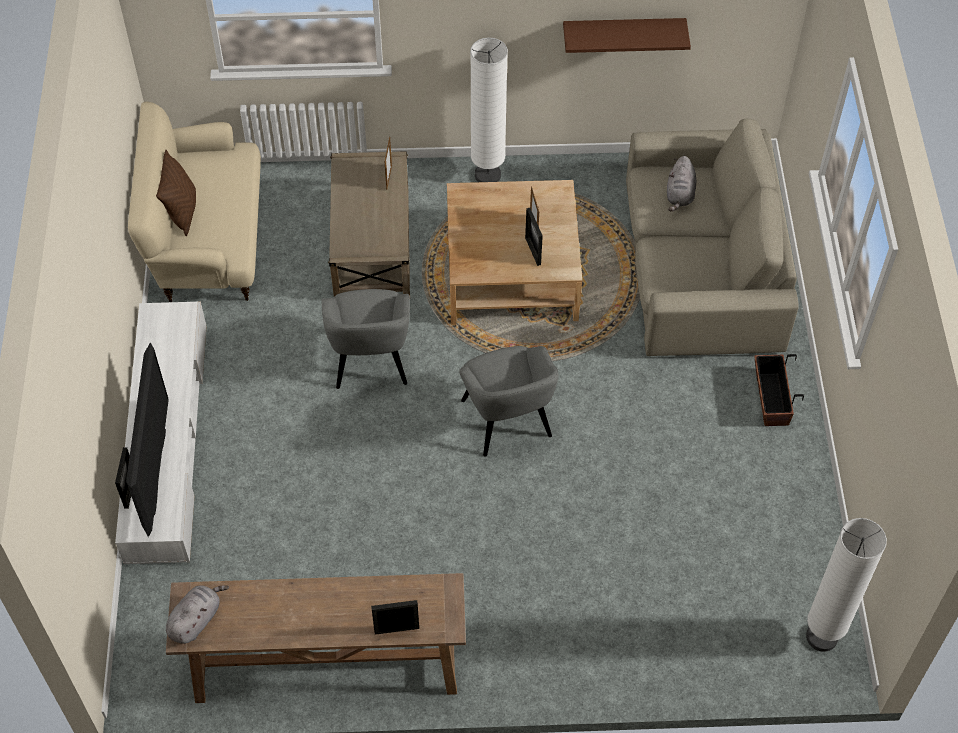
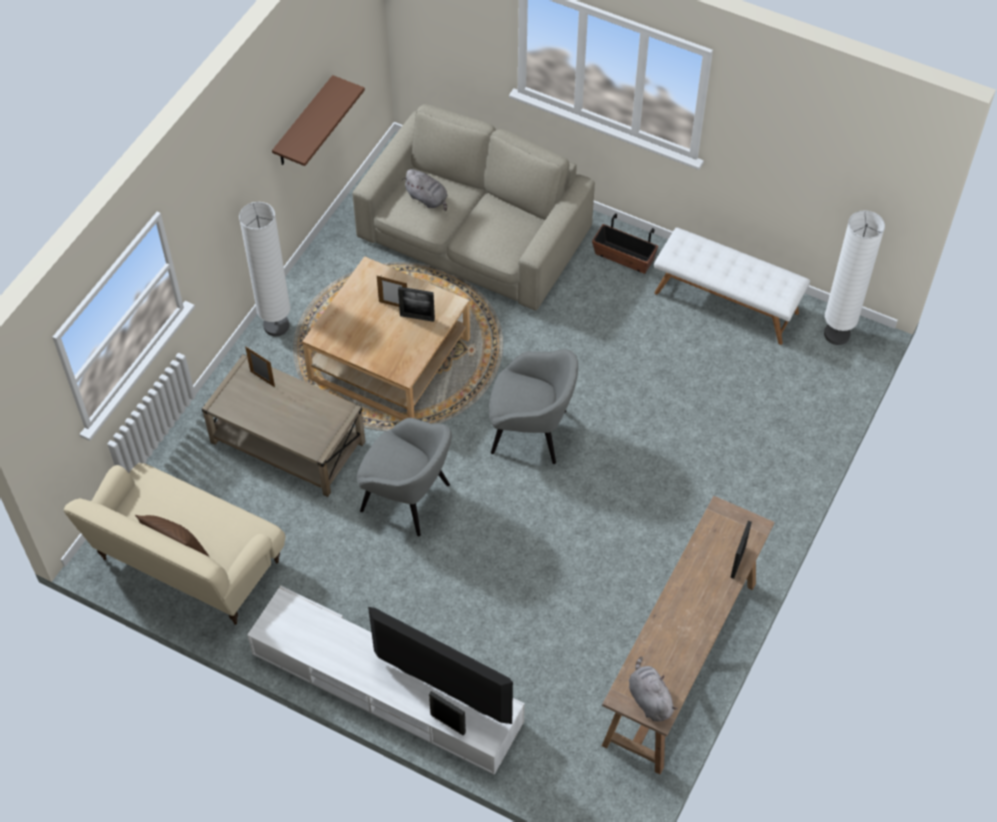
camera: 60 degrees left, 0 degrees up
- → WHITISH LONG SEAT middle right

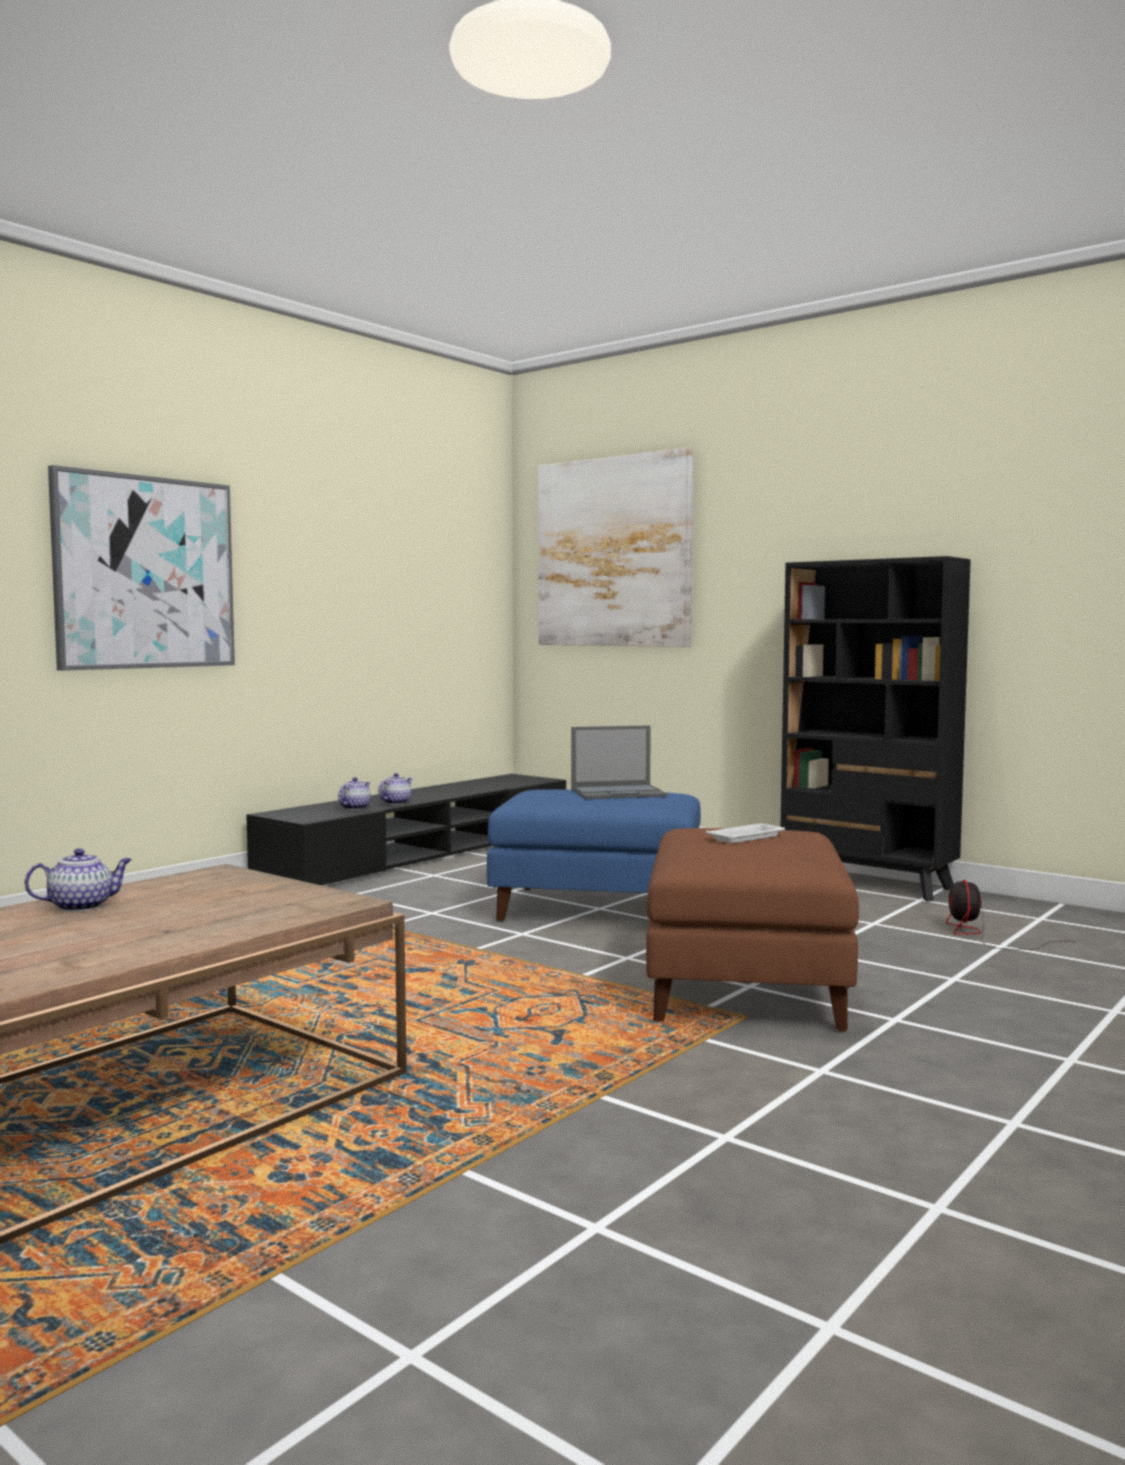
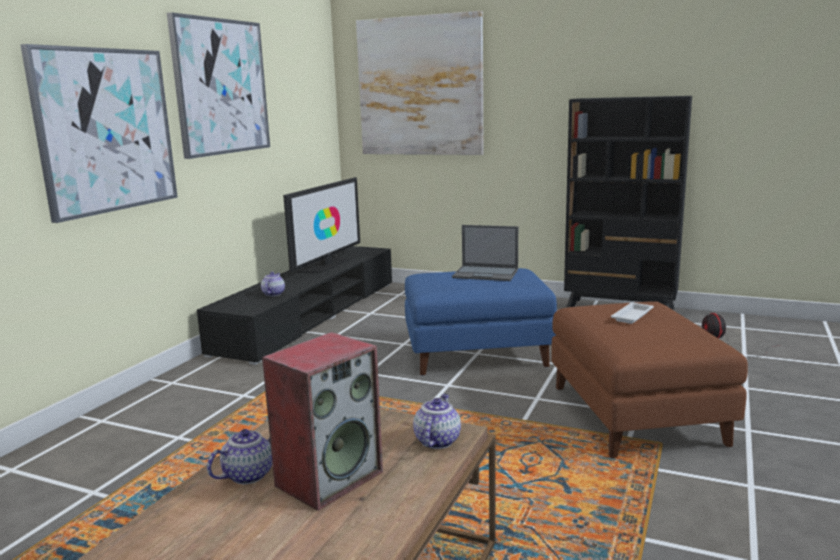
camera: 15 degrees left, 10 degrees up
LAPTOP centre, 45 degrees clockwise
TEA POT (no. 3 from left) centre → TEA POT (no. 3 from left) bottom centre, shifted
- → WALL ART (no. 2 from left) top left
- → TELEVISION centre
- → AUDIO SPEAKER bottom centre

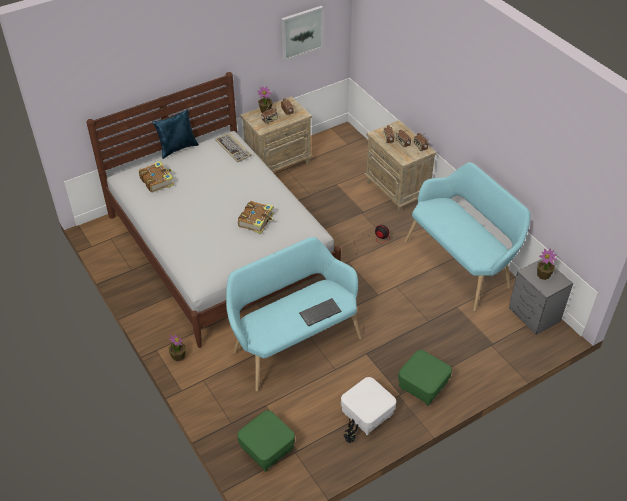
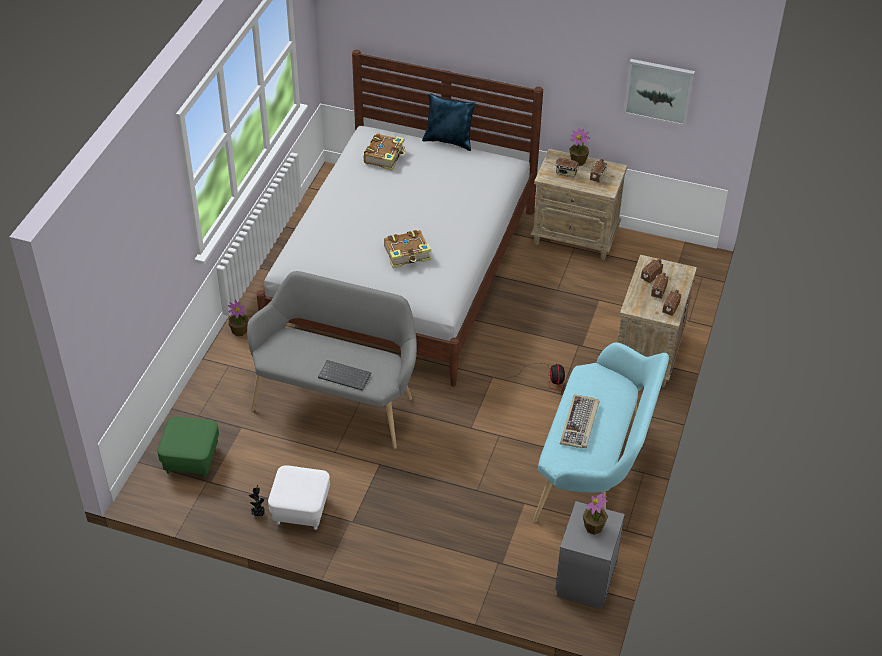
camera: 50 degrees right, 0 degrees up
PC KEYBOARD (no. 1 from left in the first image) top centre → PC KEYBOARD (no. 2 from left) centre, shifted
TURQUOISE-COLOURED LONG SEAT (no. 1 from left) centre → GRAY LONG SEAT centre
GREEN POUFFE (no. 2 from left) bottom right → -

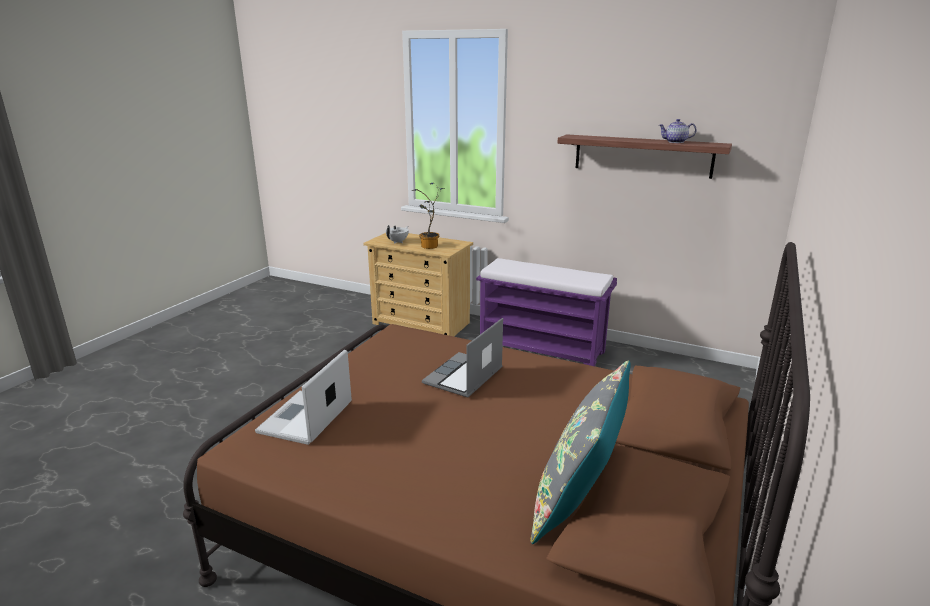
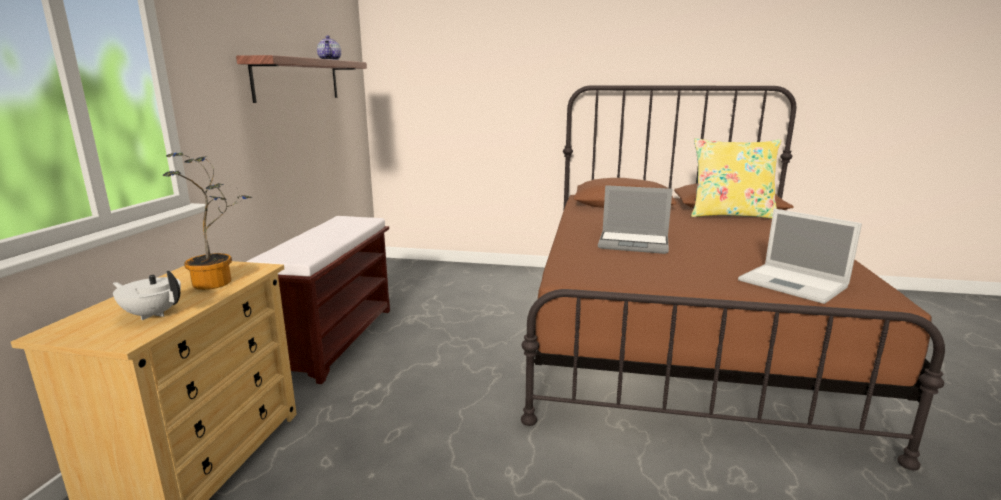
camera: 105 degrees left, 5 degrees down
PURPLE-COLOURED LONG SEAT centre → BROWN LONG SEAT middle left
LAPTOP (no. 1 from left in the first image) middle left → LAPTOP (no. 2 from left) middle right, 45 degrees clockwise
GRAY CUSHION bottom centre → YELLOW-COLOURED CUSHION middle right

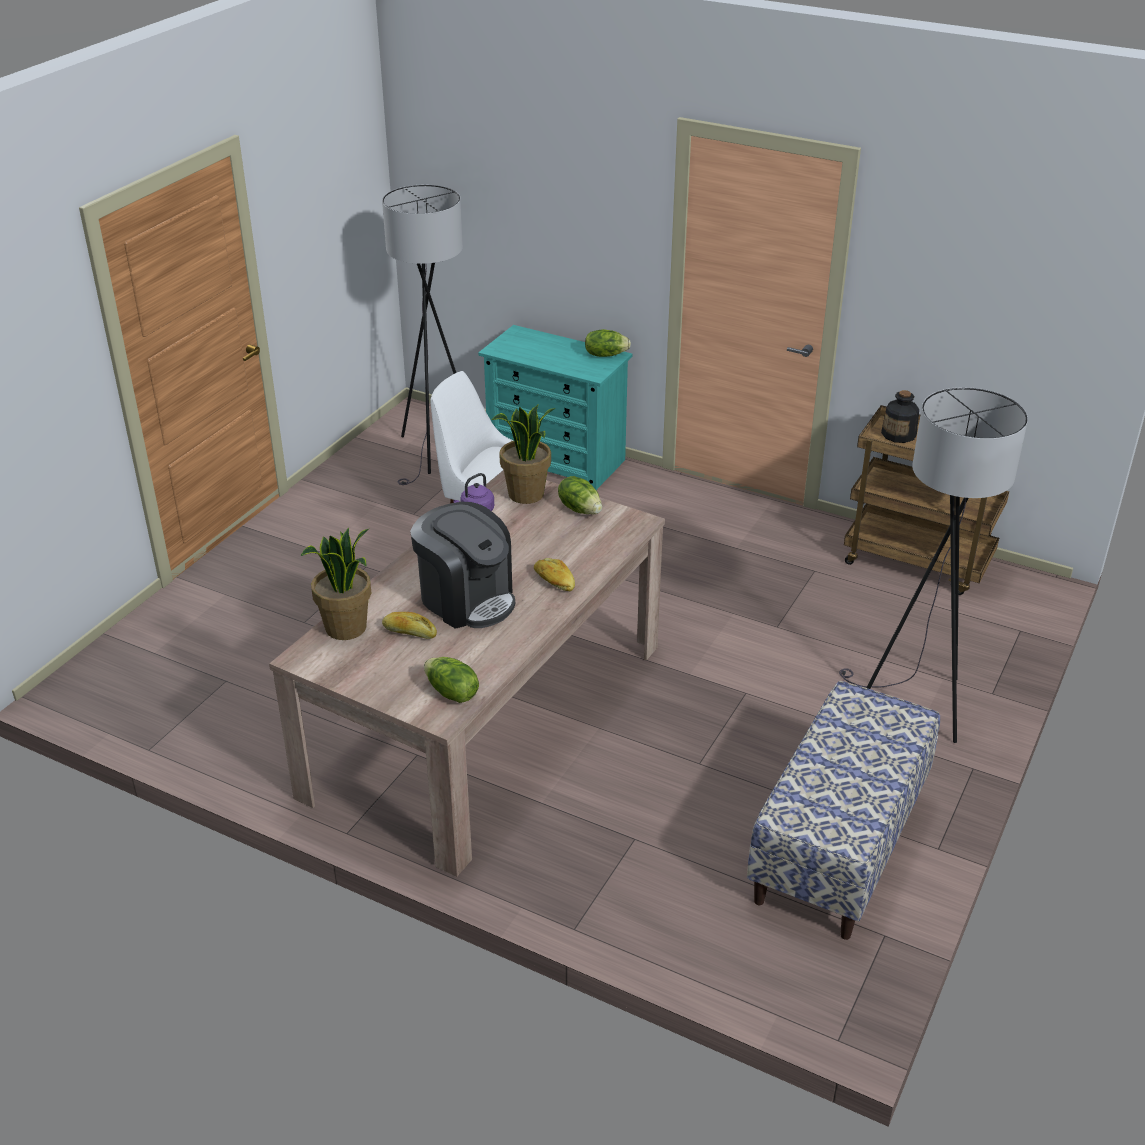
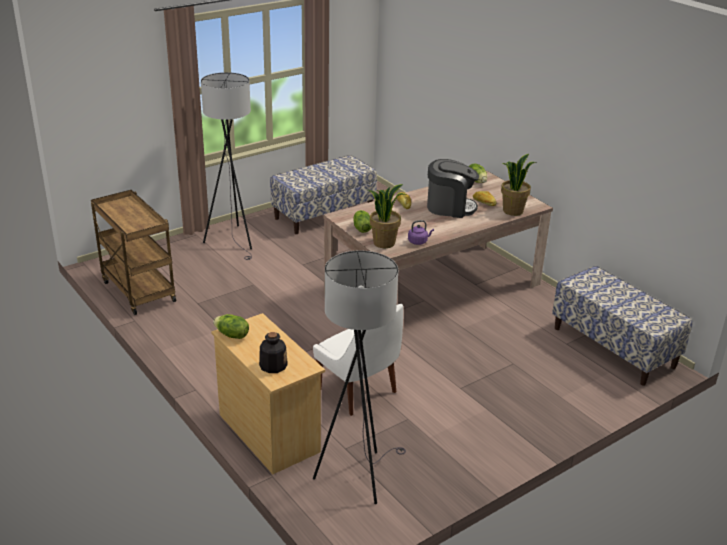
camera: 155 degrees left, 5 degrees down
TURQUOISE-COLOURED CHEST OF DRAWERS centre → BEIGE-COLOURED CHEST OF DRAWERS bottom centre
BEVERAGE BOTTLE middle right → BEVERAGE BOTTLE centre, shifted
COFFEE BREWER centre, 120 degrees clockwise
- → LONG SEAT (no. 2 from left) middle right

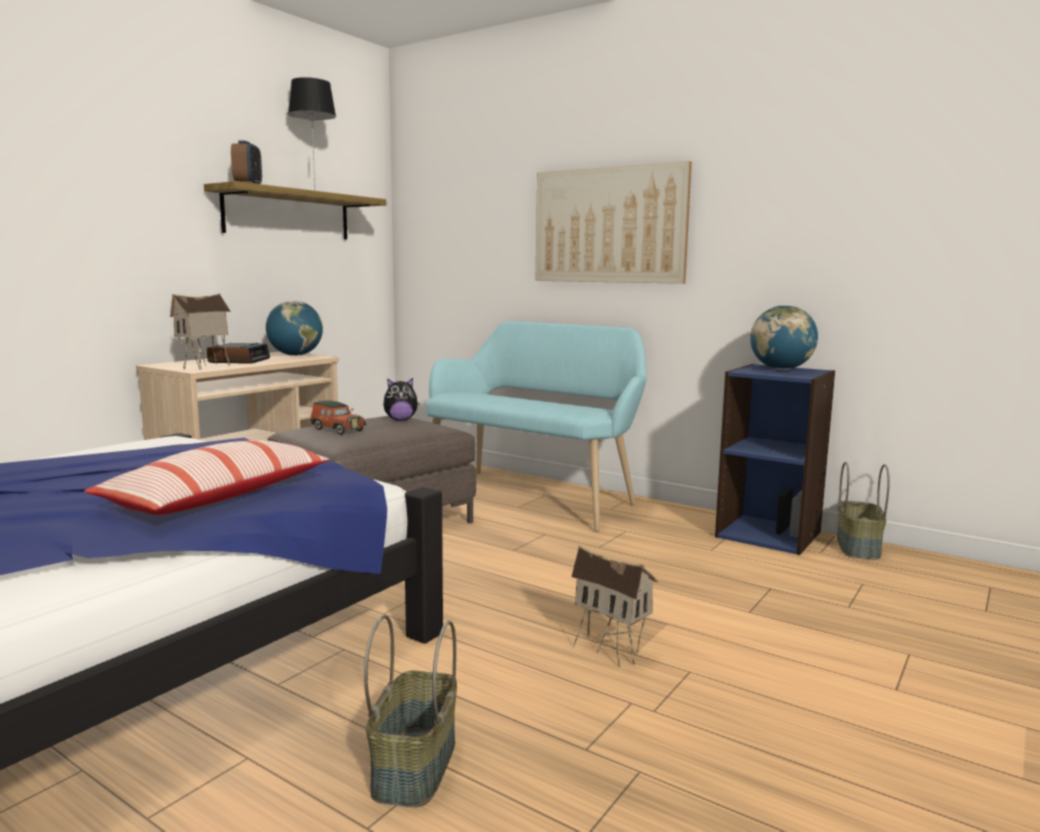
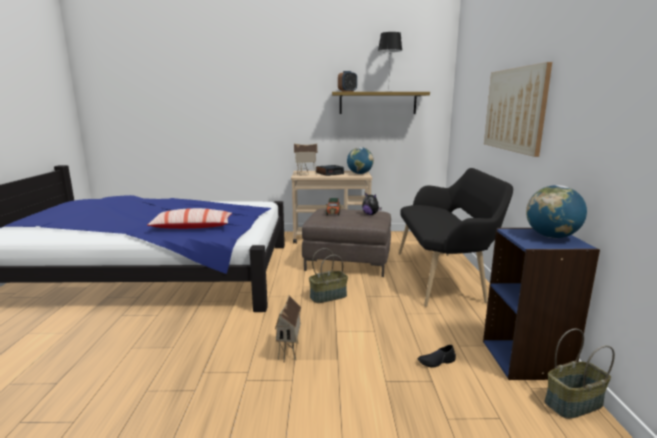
camera: 55 degrees right, 5 degrees up
TURQUOISE-COLOURED LONG SEAT centre → BLACK LONG SEAT middle right
STORAGE BASKET (no. 1 from left) bottom centre → STORAGE BASKET (no. 1 from left) centre, shifted
- → BLACK ITEM OF FOOTWEAR bottom centre

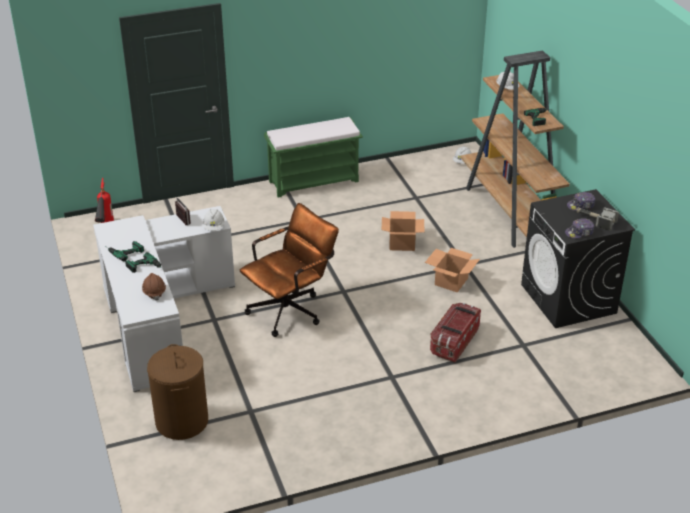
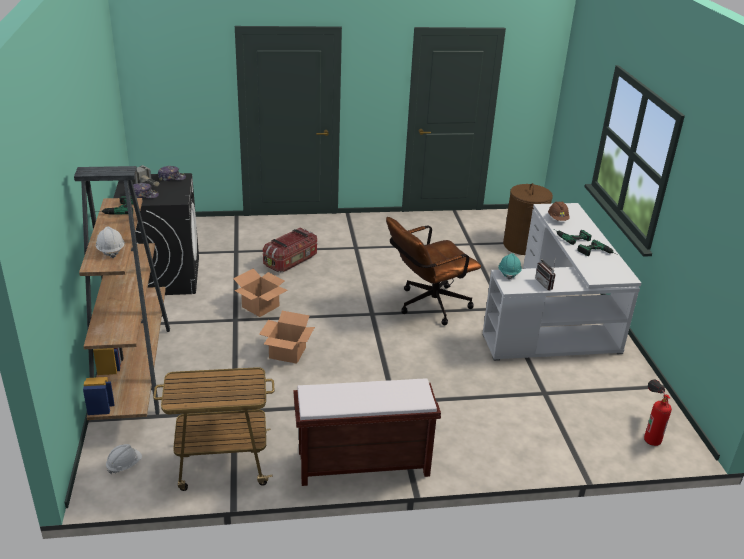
camera: 170 degrees left, 5 degrees down
GREEN LONG SEAT top centre → BROWN LONG SEAT bottom centre
WHITISH HARD HAT (no. 1 from left) middle left → TURQUOISE-COLOURED HARD HAT middle right
- → WHEELED CART bottom left

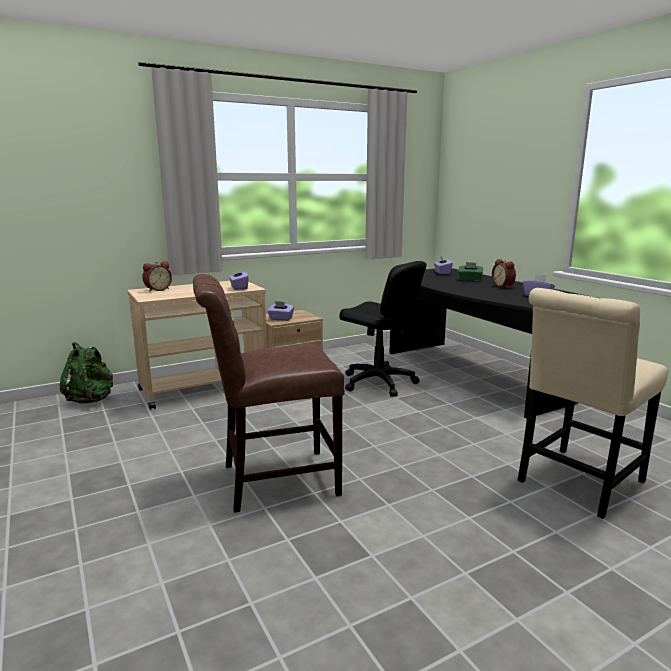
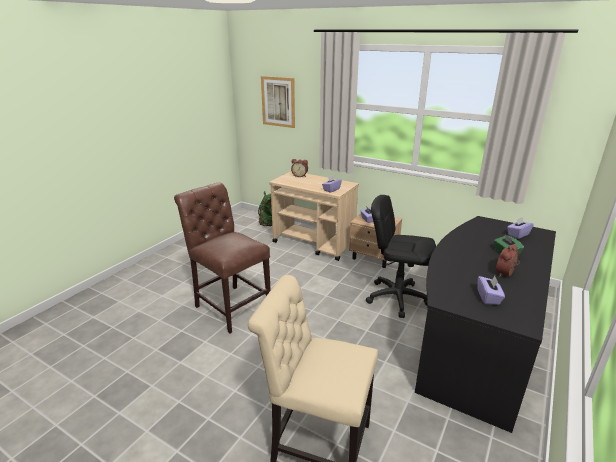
camera: 60 degrees right, 10 degrees up
BLACK DESK CHAIR centre, 105 degrees clockwise
- → WALL ART top centre

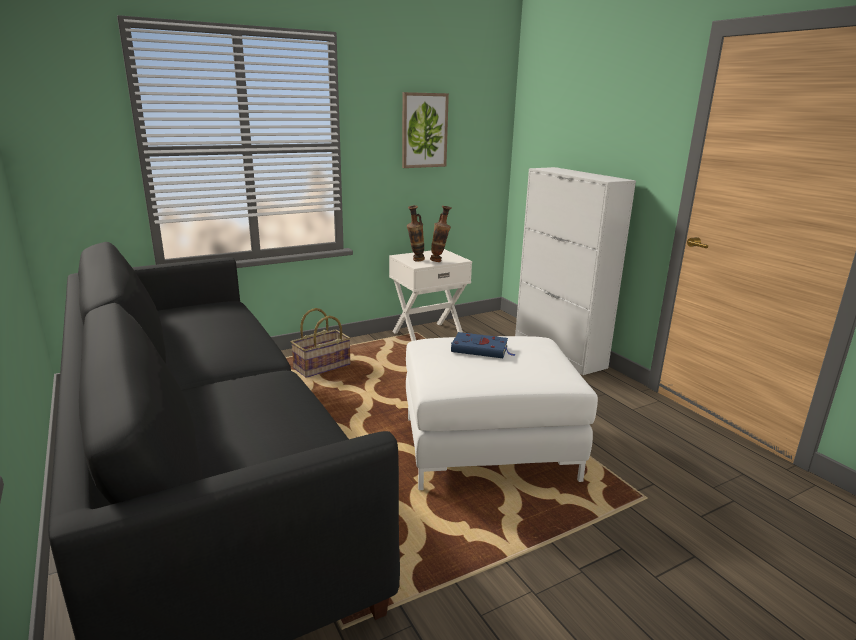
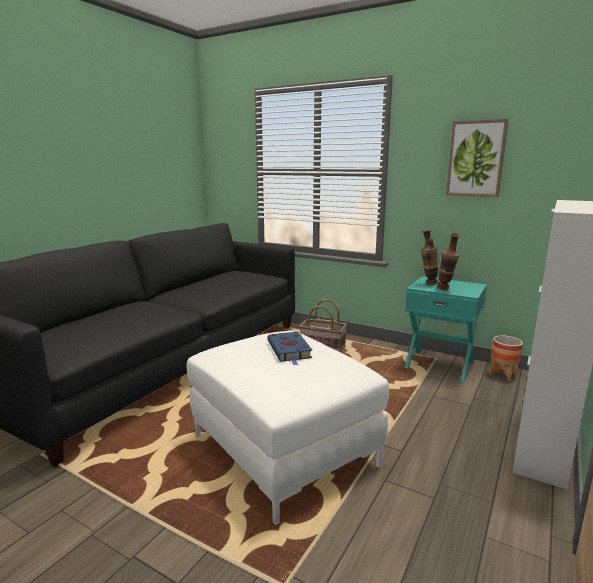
camera: 60 degrees right, 5 degrees down
WHITISH NIGHT TABLE centre → TURQUOISE-COLOURED NIGHT TABLE middle right
- → PLANTER middle right

